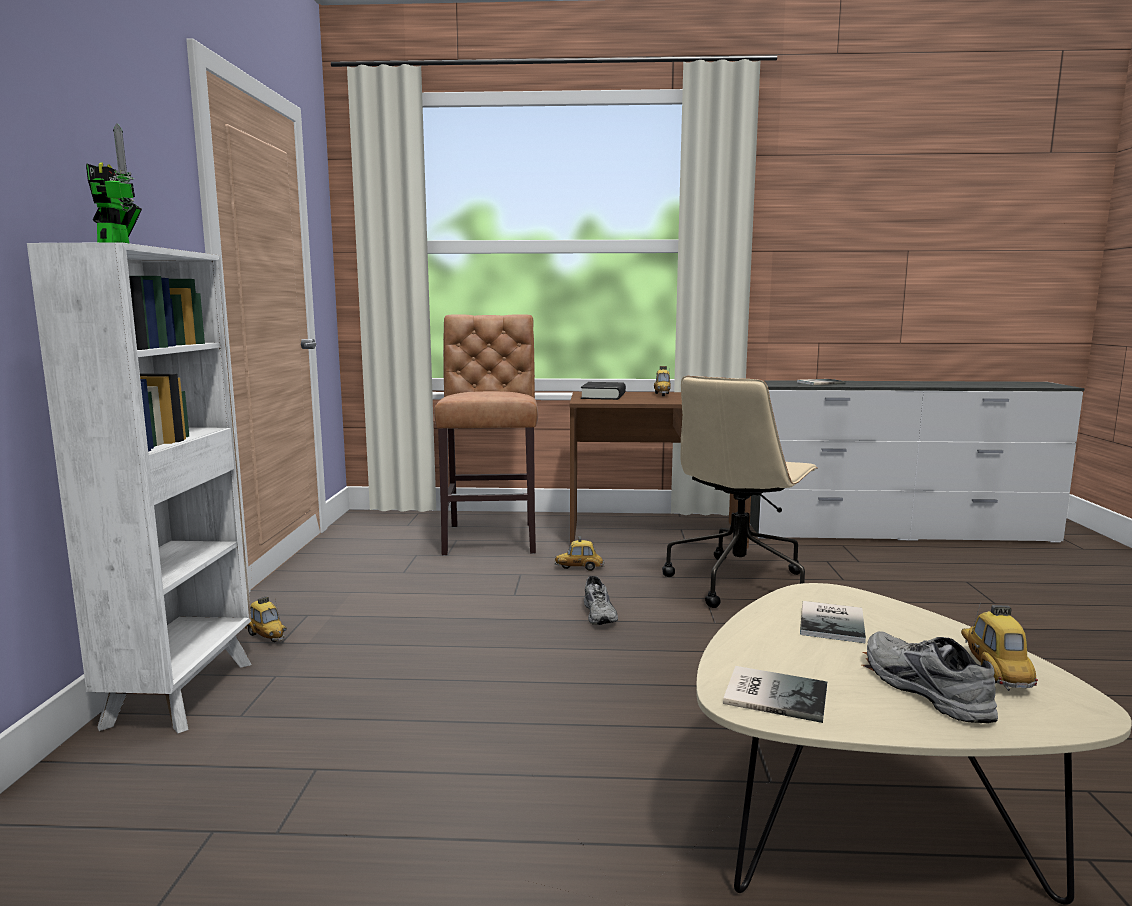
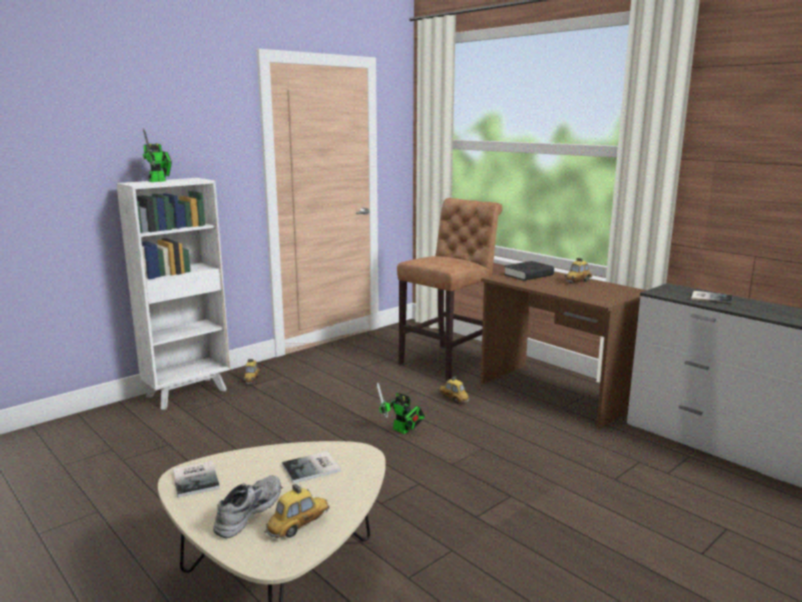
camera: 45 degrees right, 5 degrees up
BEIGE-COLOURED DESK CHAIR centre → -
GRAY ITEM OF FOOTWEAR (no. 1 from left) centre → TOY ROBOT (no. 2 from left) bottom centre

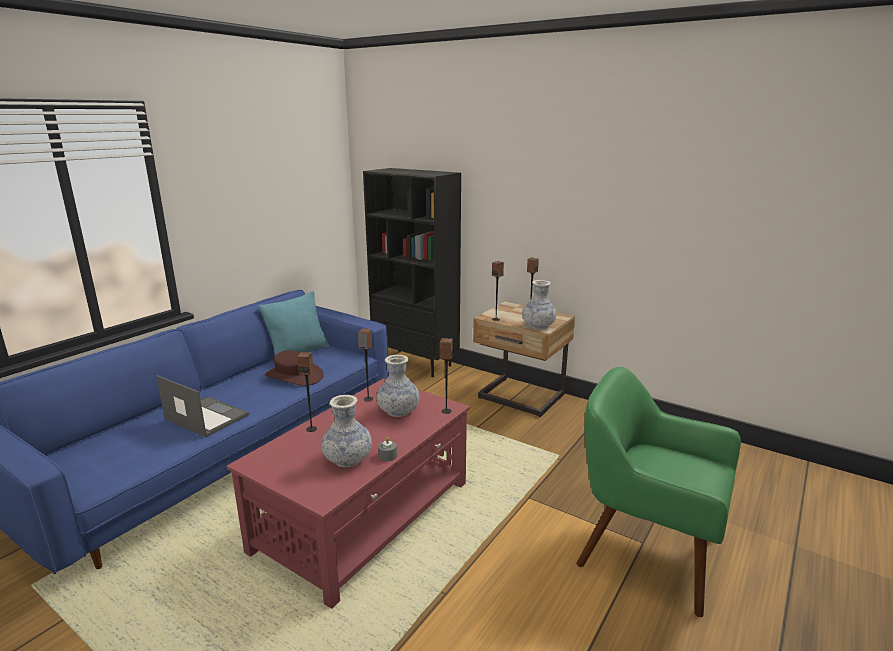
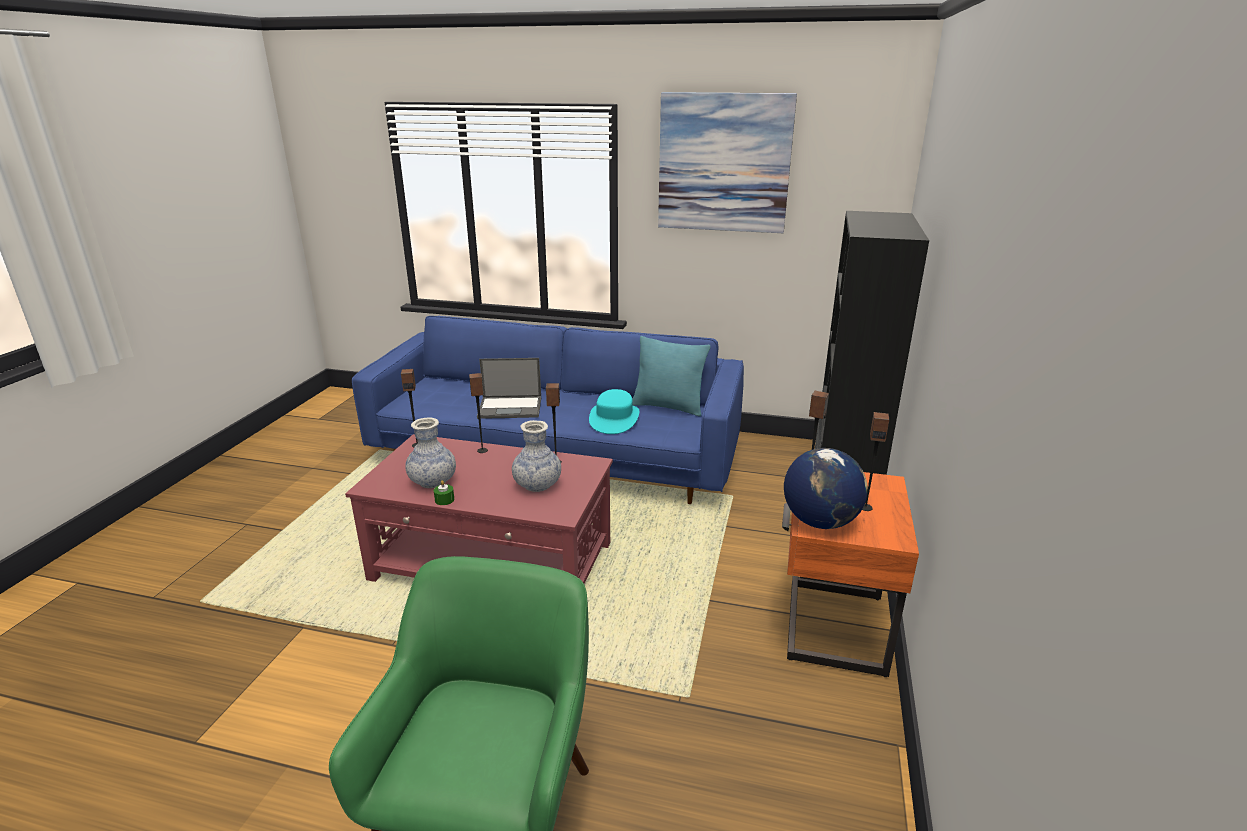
camera: 70 degrees right, 5 degrees up
FLOWER VASE (no. 3 from left) centre → GLOBE centre
BEIGE-COLOURED NIGHT TABLE centre → ORANGEY NIGHT TABLE bottom right
AUDIO SPEAKER (no. 3 from left in the first image) centre → AUDIO SPEAKER (no. 1 from left) middle left, shifted
BROWN HAT middle left → TURQUOISE-COLOURED HAT centre
LAPTOP middle left → LAPTOP centre, 75 degrees clockwise
GRAY CANDLE bottom centre → GREEN CANDLE centre
- → WALL ART top centre

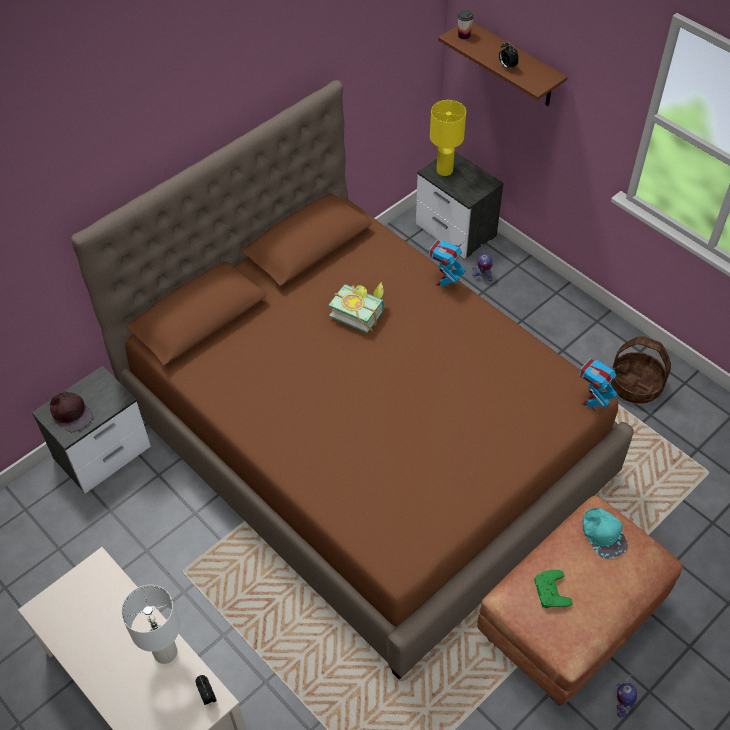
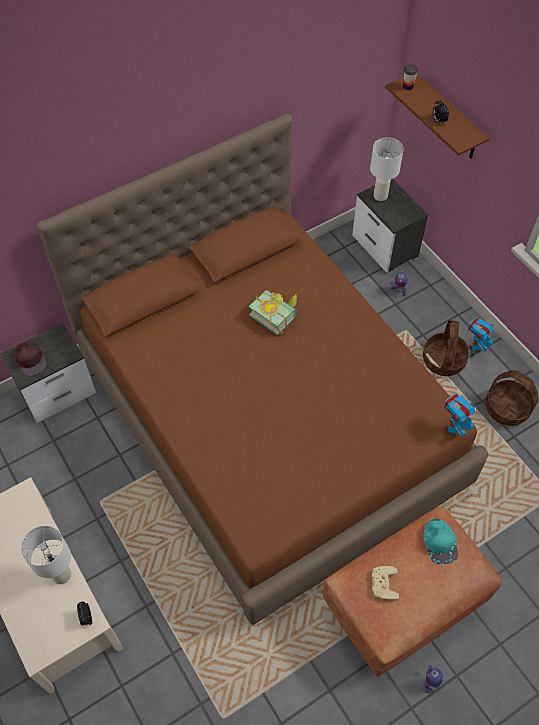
camera: 10 degrees right, 5 degrees up
YELLOW-COLOURED TABLETOP LAMP top centre → WHITISH TABLETOP LAMP (no. 2 from left) top right
TOY ROBOT (no. 1 from left in the first image) centre → TOY ROBOT (no. 4 from left) middle right, shifted
GREEN GAMEPAD bottom right → BEIGE-COLOURED GAMEPAD bottom right
- → STORAGE BASKET (no. 1 from left) middle right

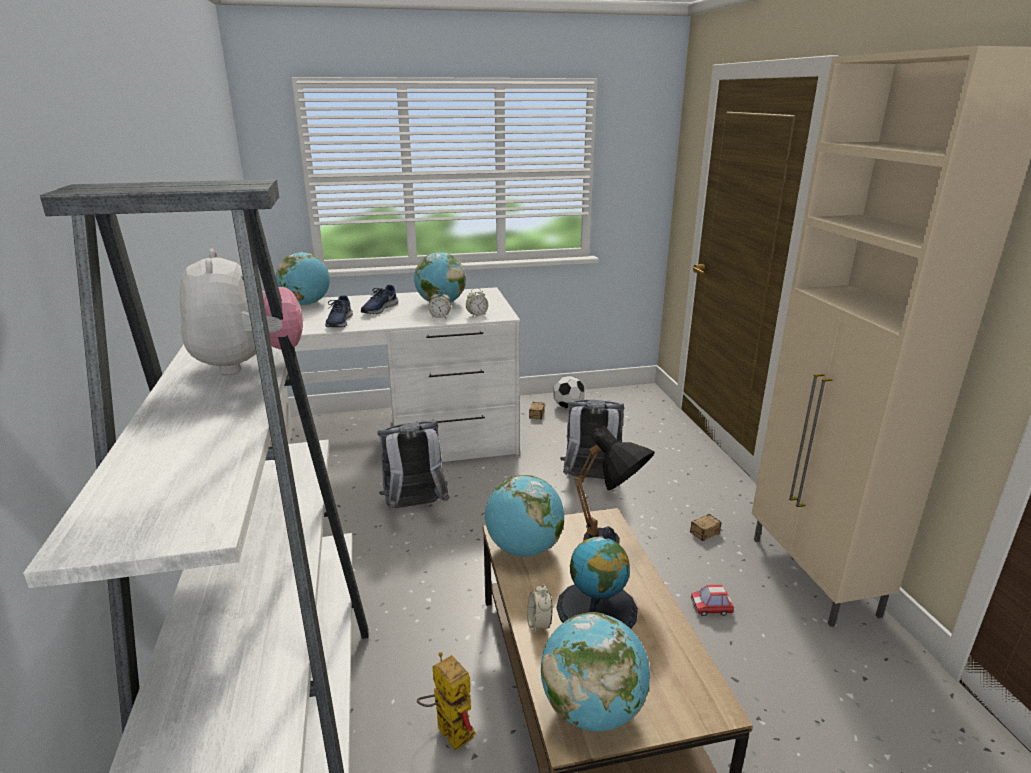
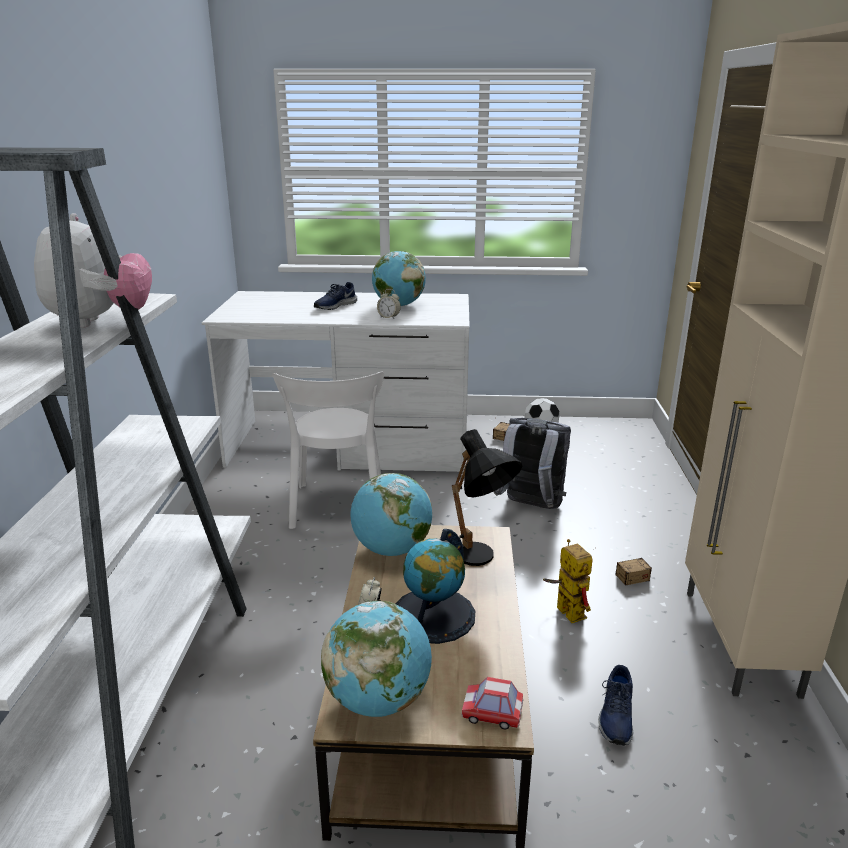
camera: 15 degrees right, 0 degrees up
GLOBE (no. 1 from left) middle left → -
ALARM CLOCK (no. 2 from left) centre → -
BLUISH ITEM OF FOOTWEAR (no. 1 from left in the first image) middle left → BLUISH ITEM OF FOOTWEAR (no. 2 from left) bottom right, shifted
GRAY KNAPSACK (no. 1 from left) centre → WHITISH UPRIGHT CHAIR centre
TOY CAR bottom right → TOY CAR bottom centre, shifted
TOY ROBOT bottom centre → TOY ROBOT bottom right, shifted

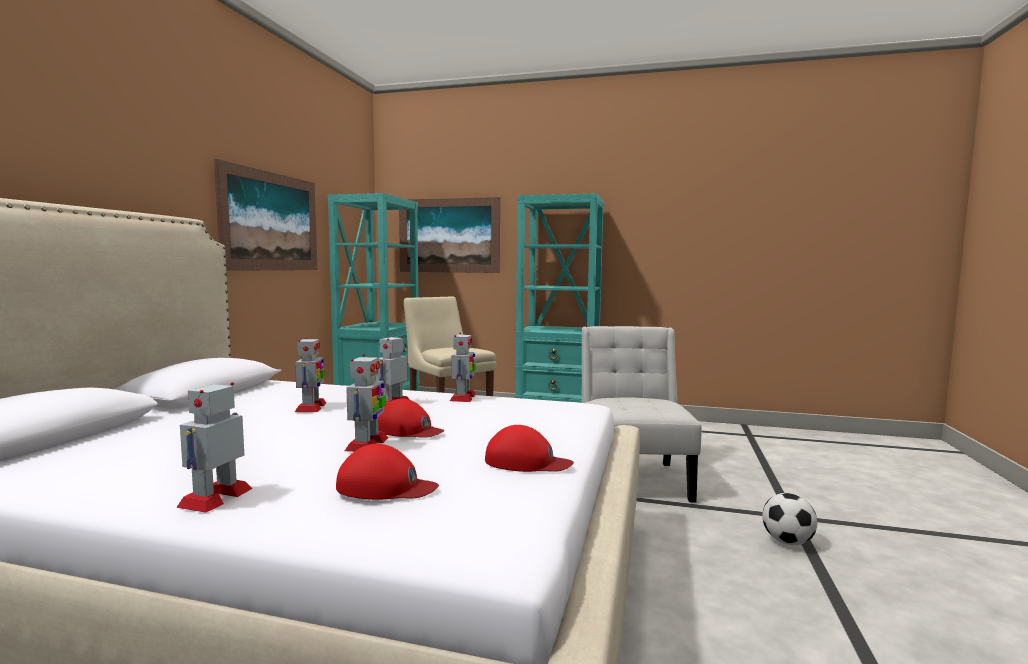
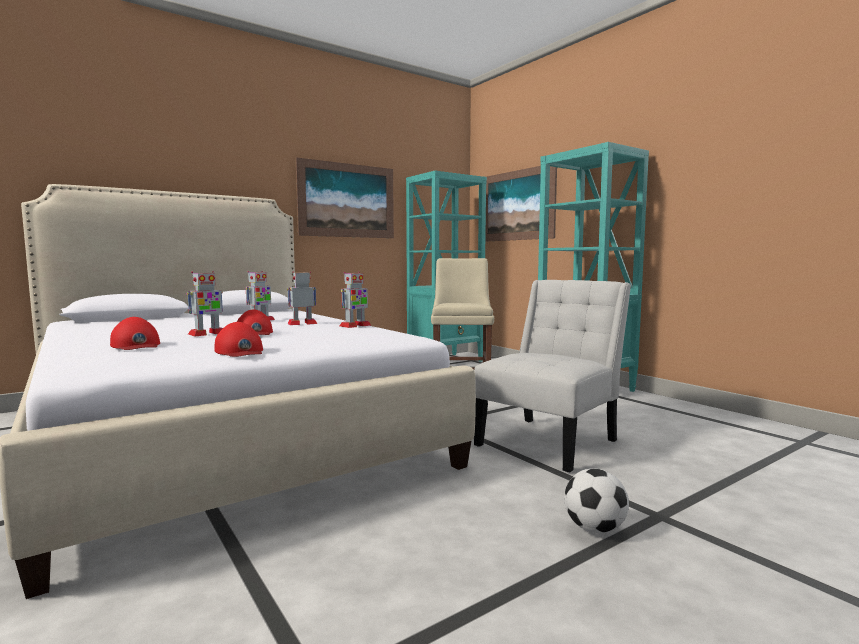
camera: 40 degrees right, 0 degrees up
TOY ROBOT (no. 1 from left) bottom left → -

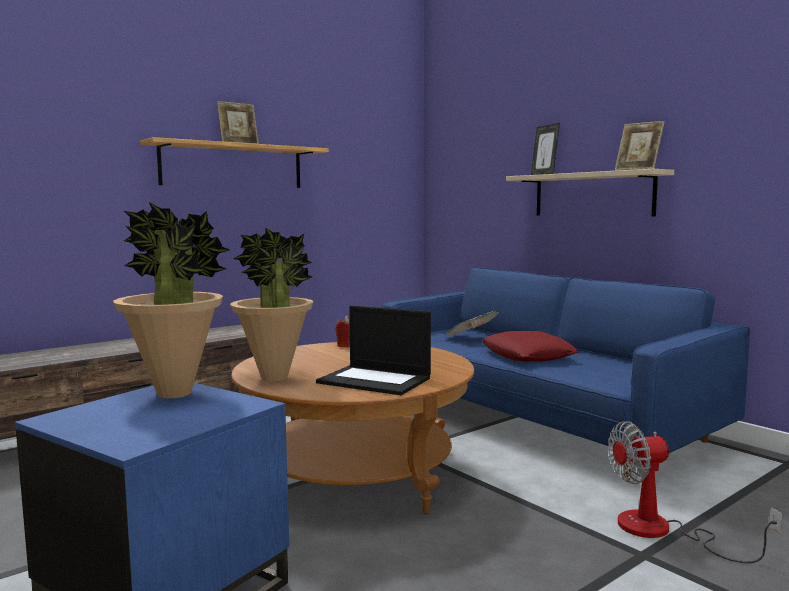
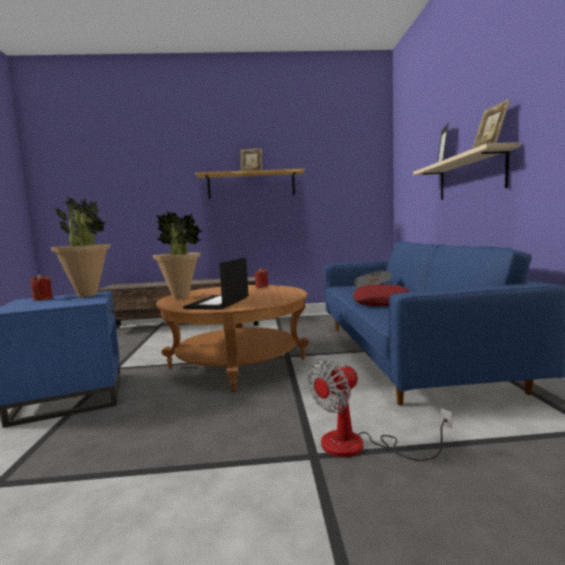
camera: 35 degrees right, 0 degrees up
LAPTOP centre, 45 degrees clockwise
COOLING FAN bottom right, 60 degrees counterclockwise
- → RED CANDLE (no. 1 from left) middle left

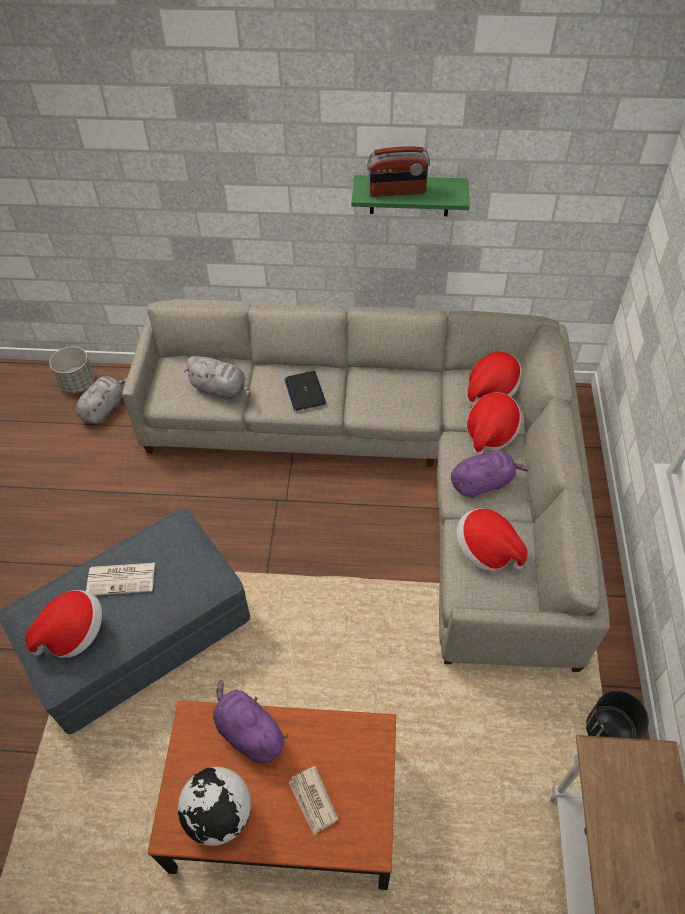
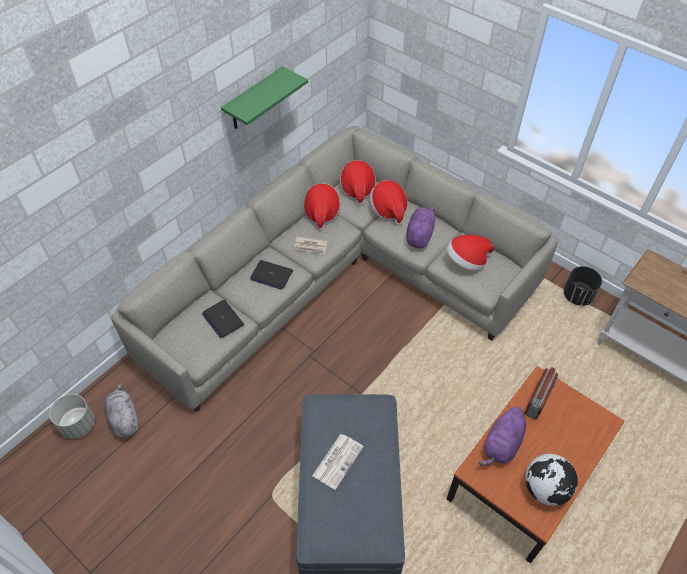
camera: 55 degrees left, 0 degrees up
RADIO top centre → RADIO bottom right, shifted
GRAY CUDDLY TOY (no. 2 from left) middle left → LAPTOP (no. 1 from left) middle left
HAT (no. 1 from left) bottom left → HAT (no. 1 from left) centre, shifted
PURPLE-COLOURED CUDDLY TOY (no. 1 from left in the first image) bottom centre → PURPLE-COLOURED CUDDLY TOY (no. 2 from left) bottom right, 45 degrees counterclockwise
NEWSPAPER (no. 2 from left in the first image) bottom centre → NEWSPAPER (no. 1 from left) centre, shifted

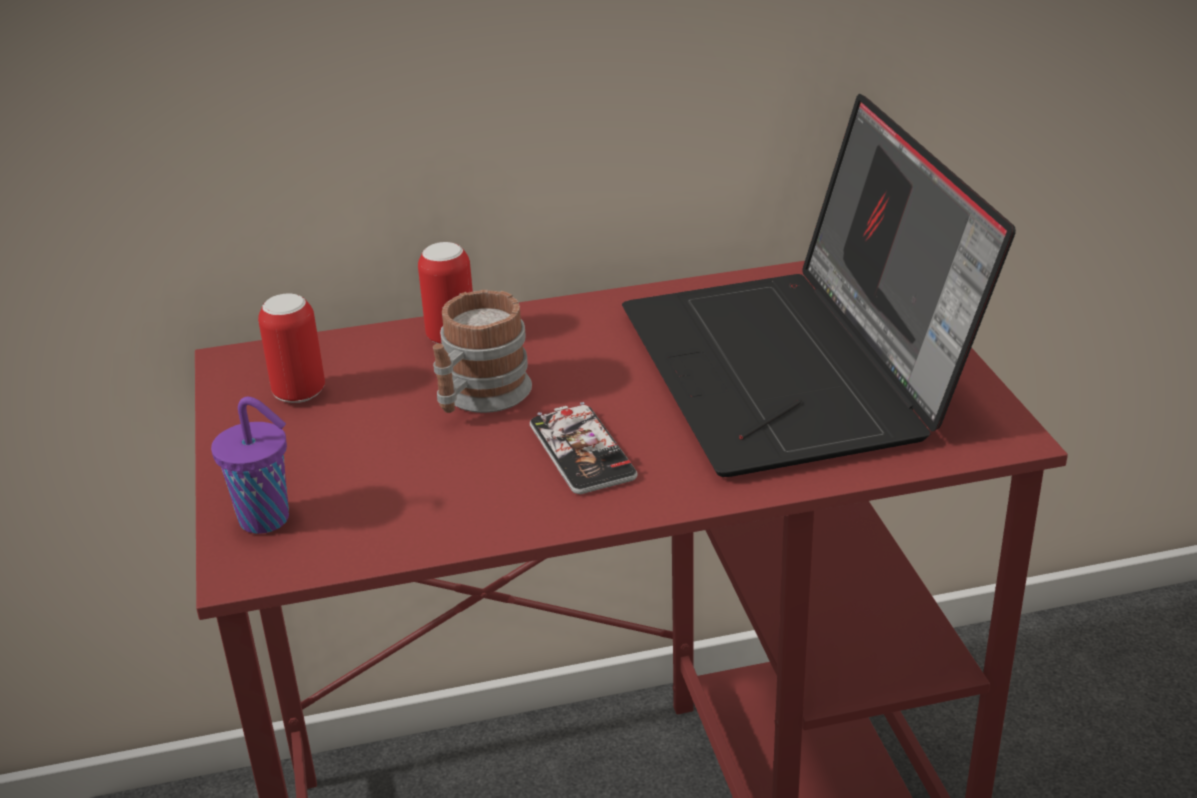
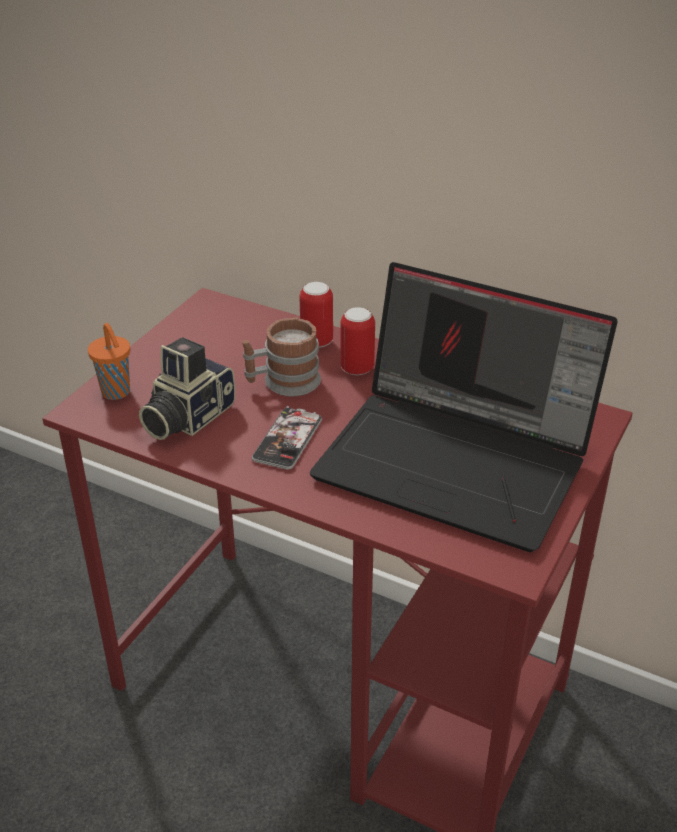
camera: 40 degrees right, 5 degrees up
LAPTOP middle right, 90 degrees counterclockwise
METAL CAN (no. 1 from left in the first image) middle left → METAL CAN (no. 2 from left) centre, shifted
PURPLE-COLOURED DRINKING CUP middle left → ORANGEY DRINKING CUP middle left
- → STILL CAMERA middle left

